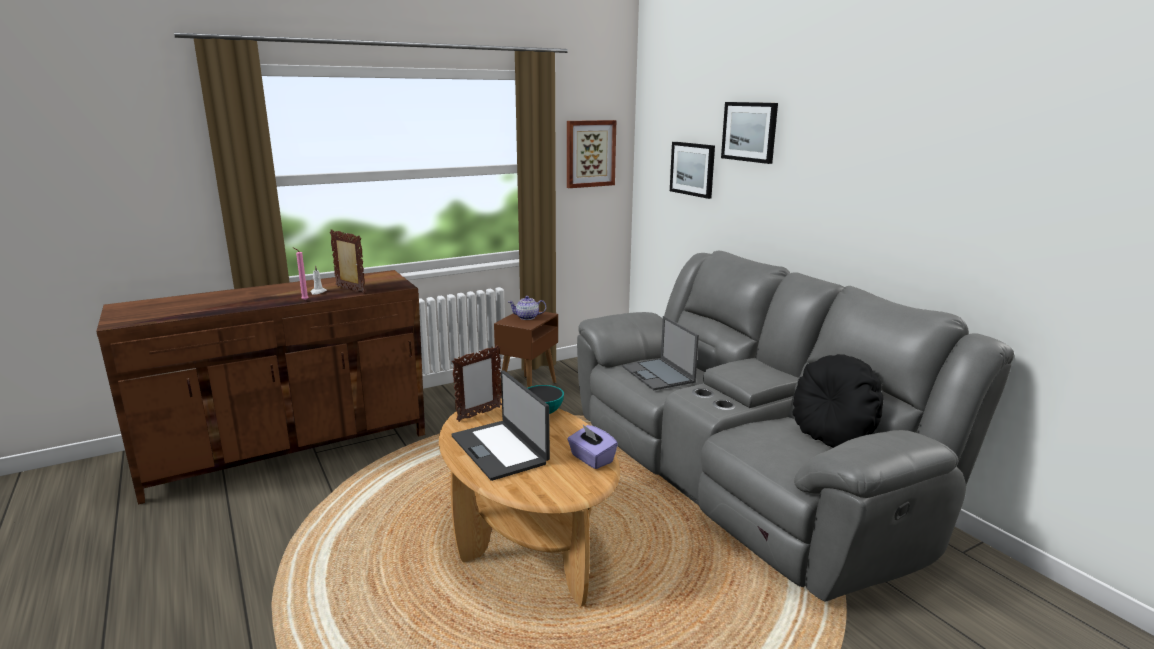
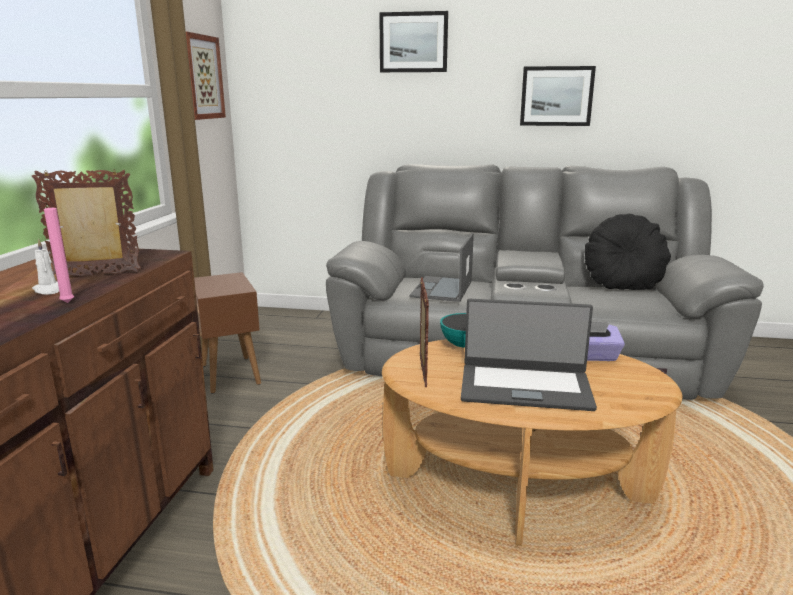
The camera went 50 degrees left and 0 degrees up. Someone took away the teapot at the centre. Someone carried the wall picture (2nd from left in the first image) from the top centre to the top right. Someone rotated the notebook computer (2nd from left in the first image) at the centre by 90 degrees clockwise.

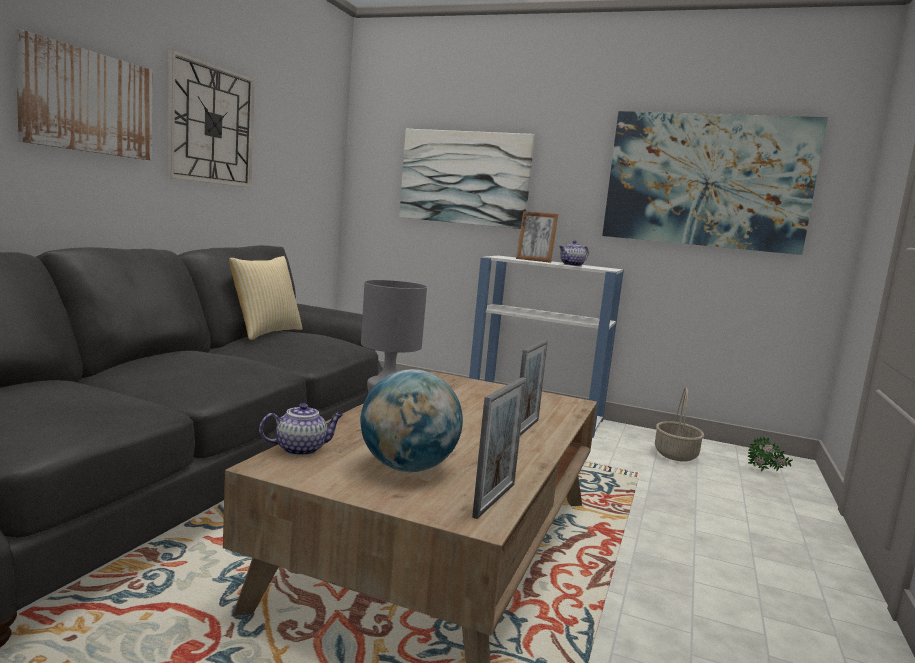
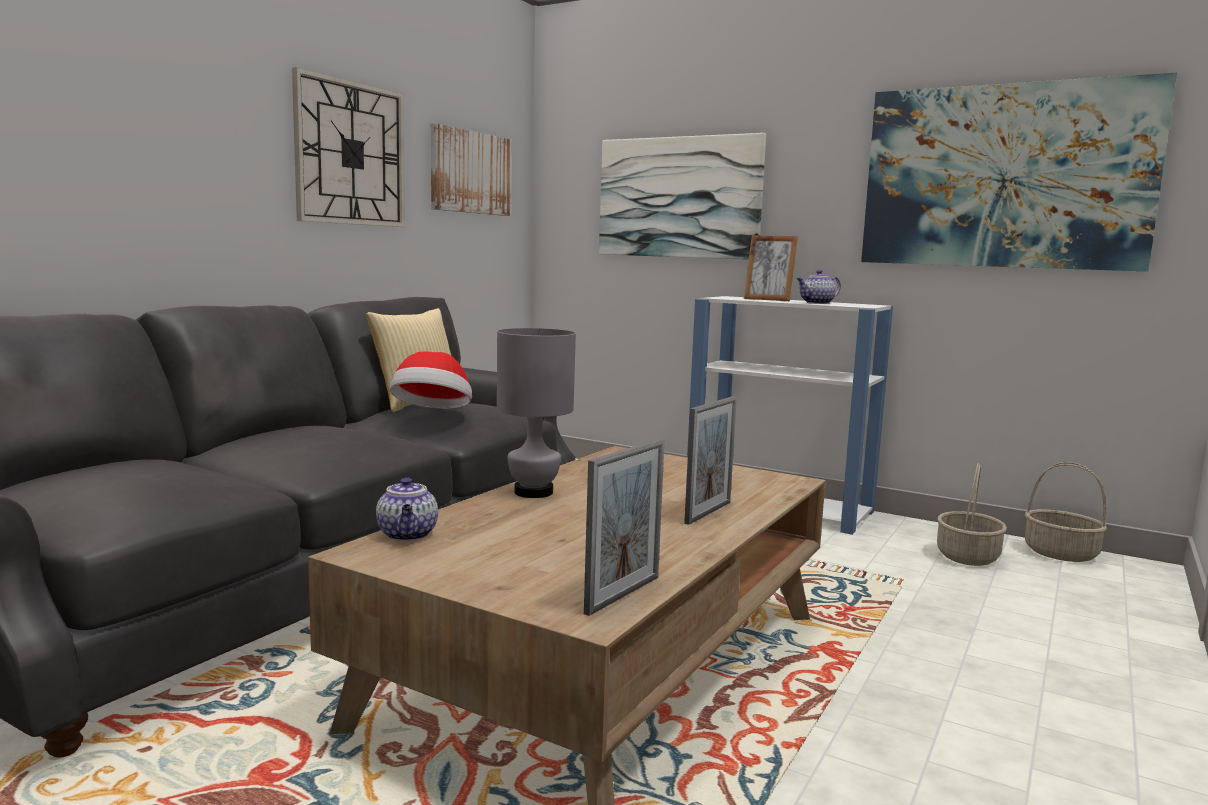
The camera went 10 degrees right and 0 degrees up. Someone took away the globe at the centre. Someone took away the potted plant at the bottom right. Someone put down the hat at the centre. Someone put down the storage basket (2nd from left) at the middle right. Someone carried the wall picture (1st from left) from the top left to the top centre. Someone rotated the teapot (1st from left) at the middle left by 90 degrees clockwise.

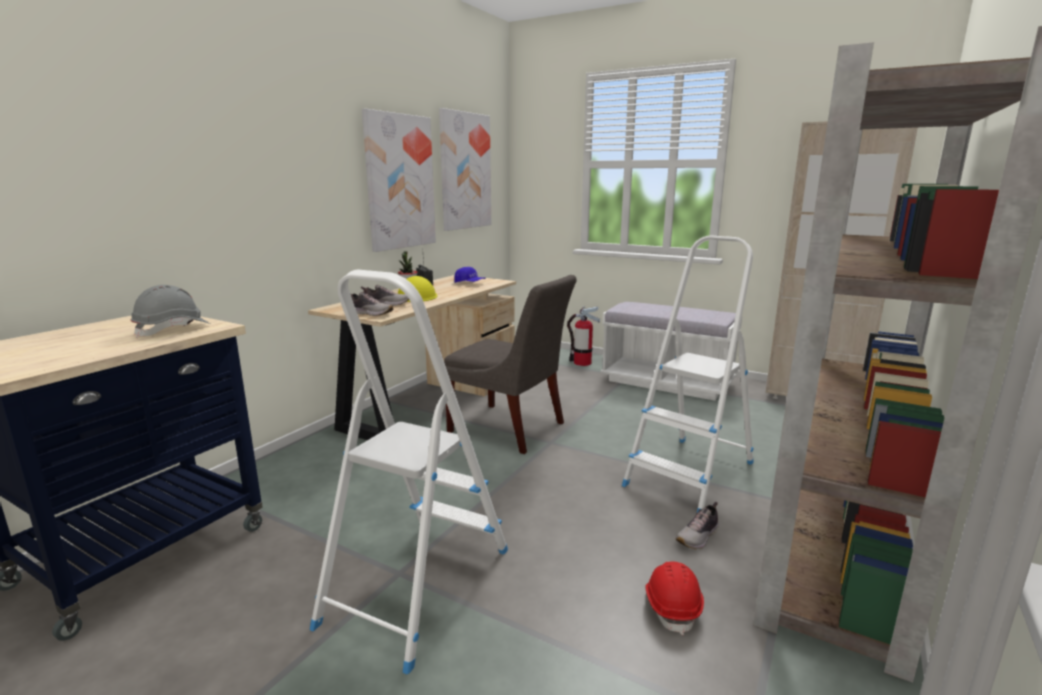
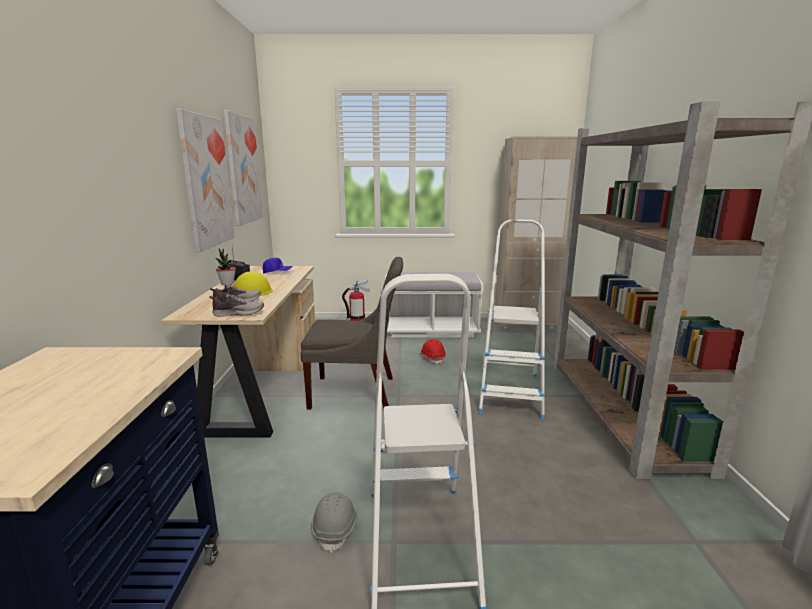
The camera went 30 degrees left and 0 degrees up. Someone took away the item of footwear (3rd from left) at the bottom right. Someone carried the gray hard hat from the middle left to the bottom centre. Someone carried the reddish hard hat from the bottom centre to the centre.

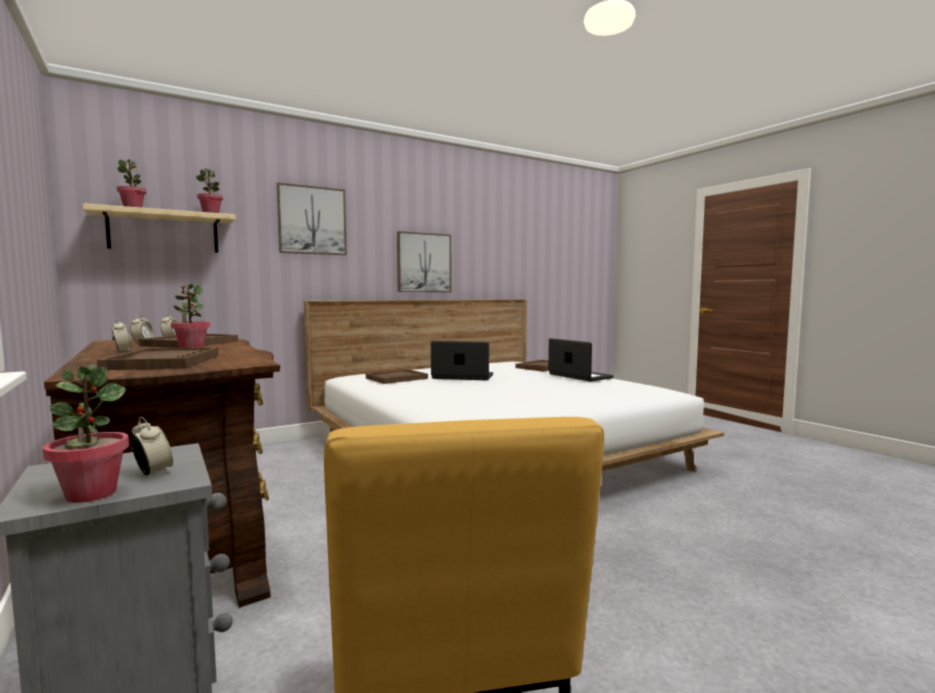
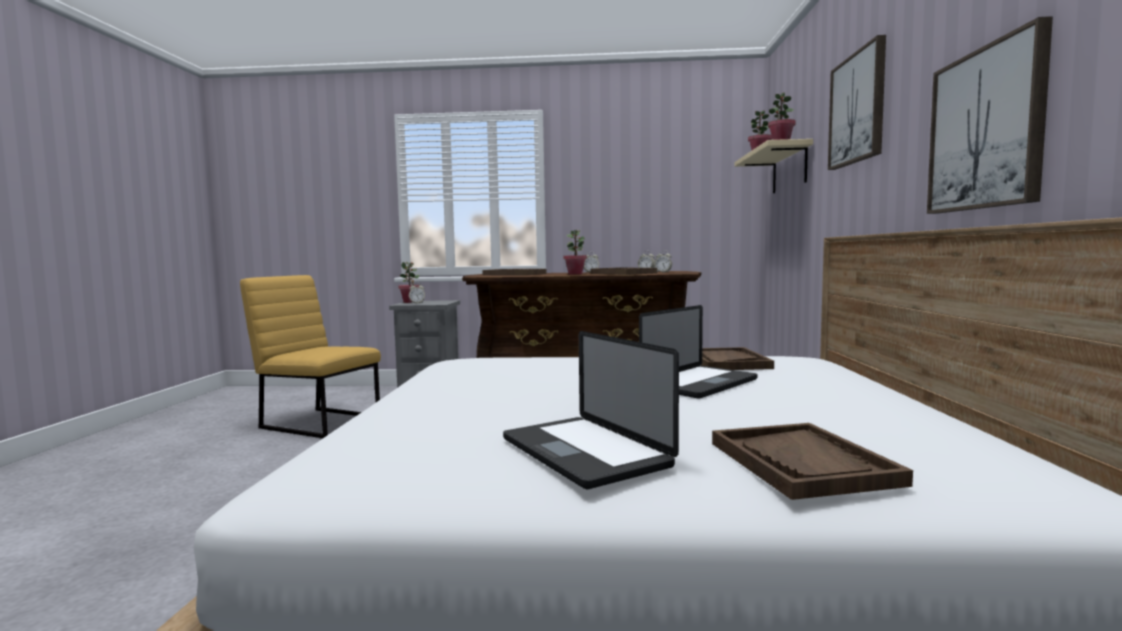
The camera went 125 degrees right and 0 degrees up. Someone rotated the notebook computer (2nd from left in the first image) at the centre by 60 degrees clockwise.

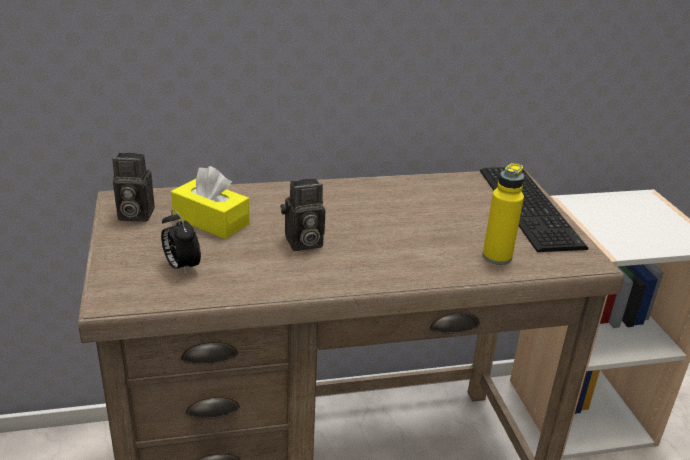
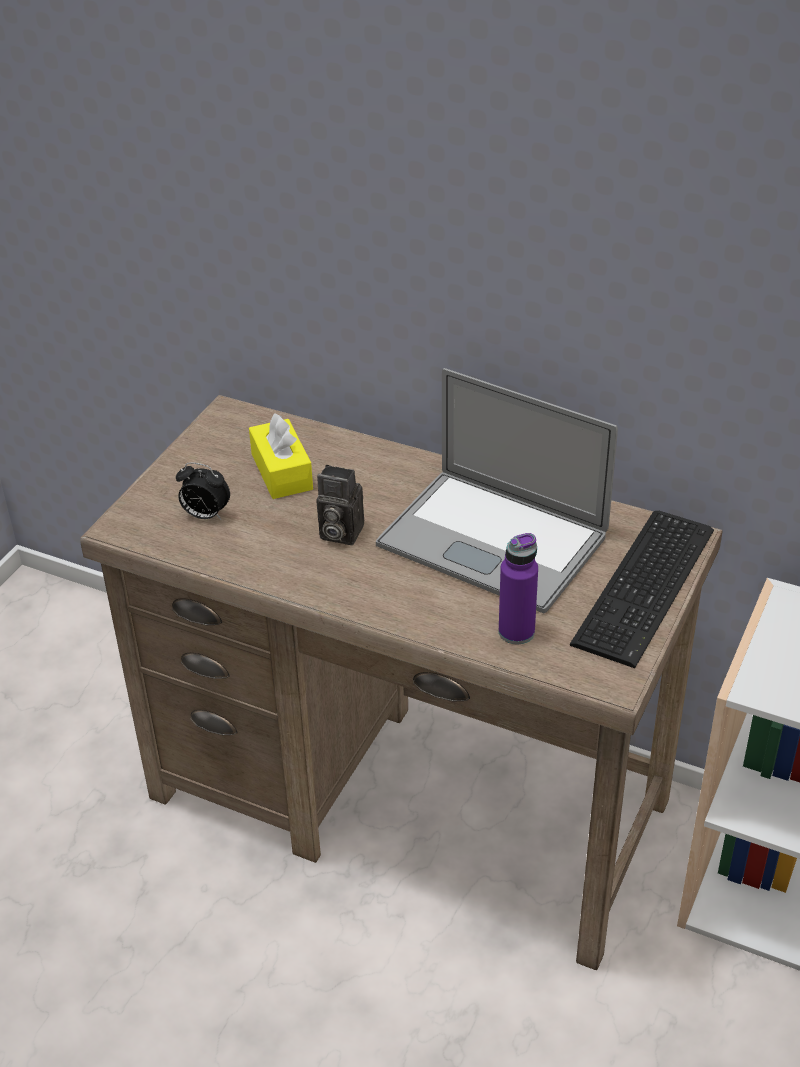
The camera went 40 degrees right and 10 degrees up. Someone took away the photo camera (1st from left) at the middle left. Someone put down the notebook computer at the centre. Someone repainted the yellow-coloured bottle at the middle right, which became the purple-coloured bottle at the centre. Someone rotated the bedside clock at the middle left by 75 degrees counterclockwise.

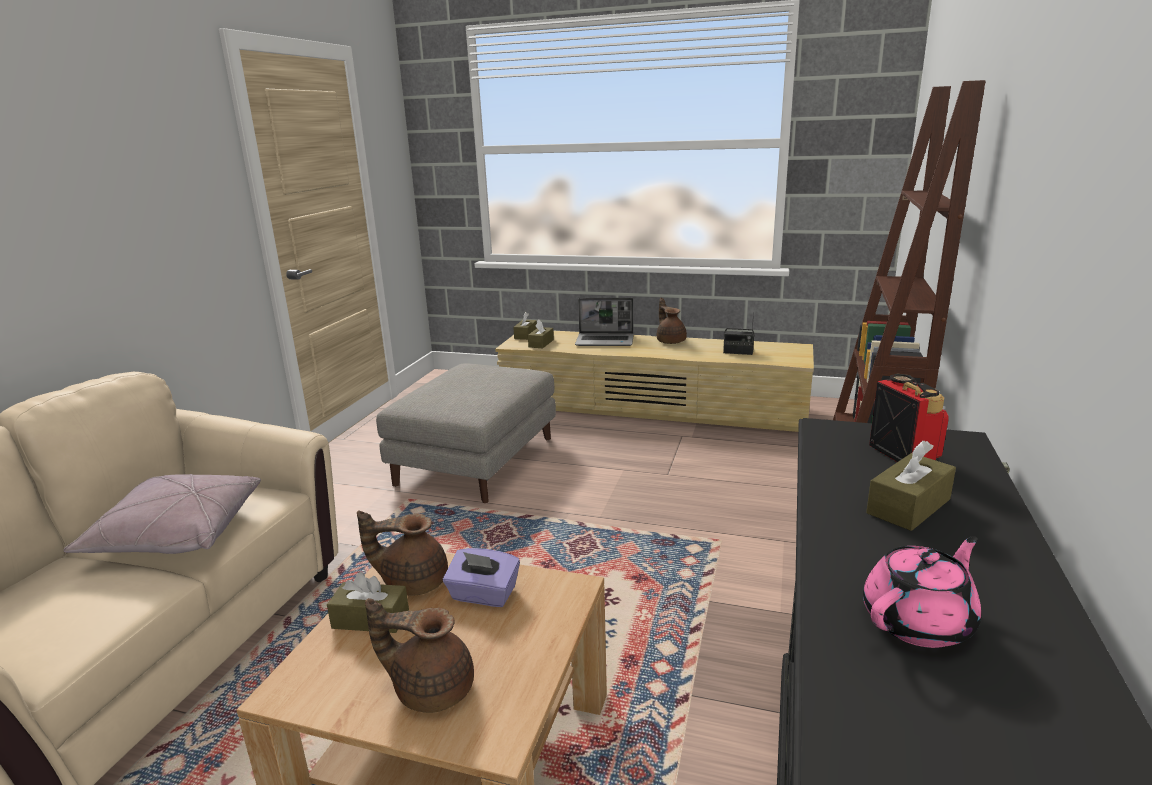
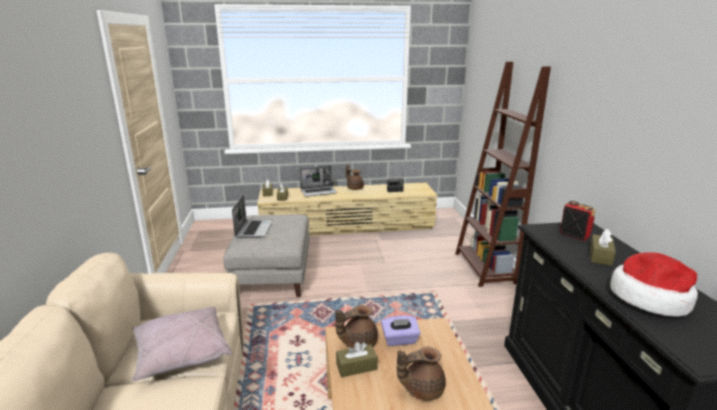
The camera went 25 degrees left and 0 degrees up. Someone put down the notebook computer (1st from left) at the centre. Someone swapped the pinkish teapot at the bottom right for the hat at the bottom right.

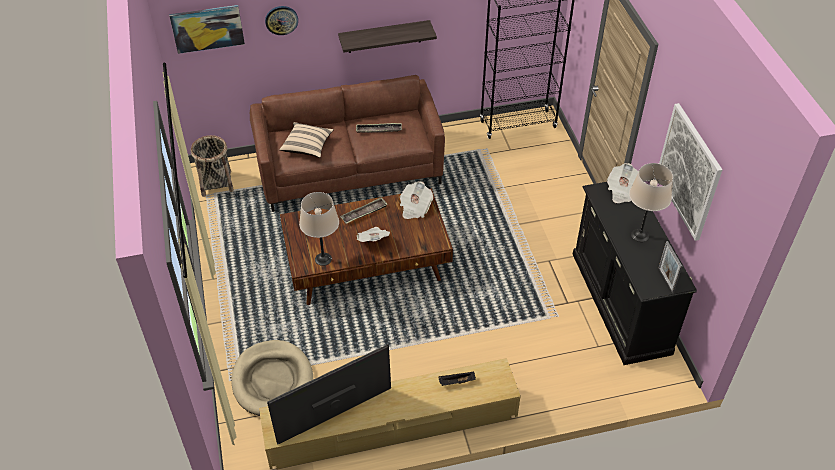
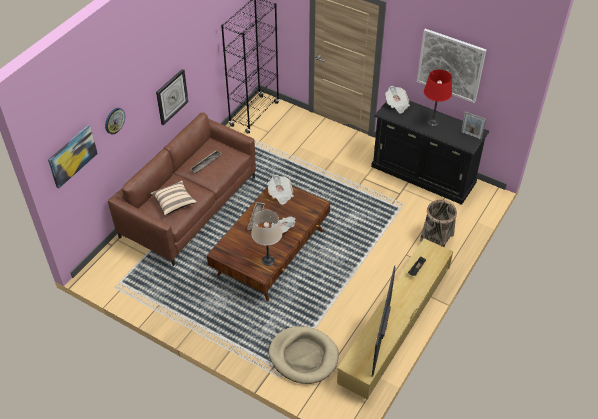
The camera went 45 degrees left and 0 degrees up. Someone carried the storage basket from the middle left to the middle right. Someone swapped the bracket shelf at the top centre for the wall clock (2nd from left) at the top left. Someone repainted the sand-coloured lamp for a table (2nd from left) at the middle right, which became the reddish lamp for a table at the top right.

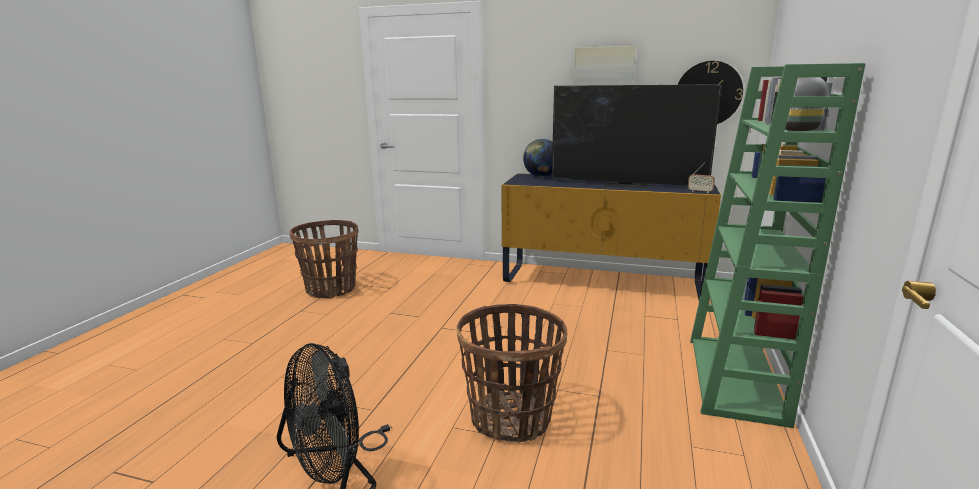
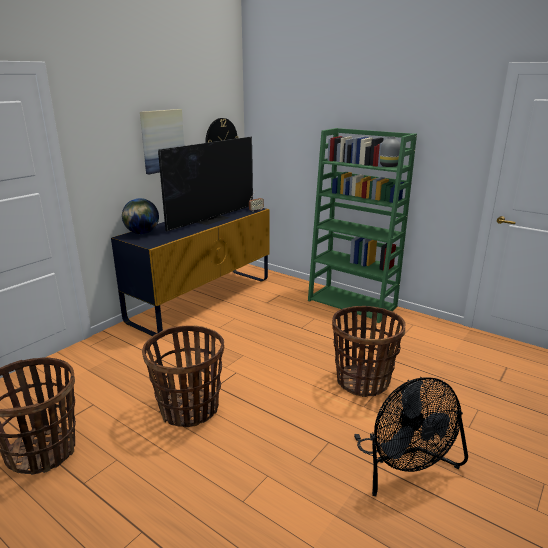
The camera went 70 degrees left and 5 degrees up. Someone put down the storage basket (2nd from left) at the bottom centre.

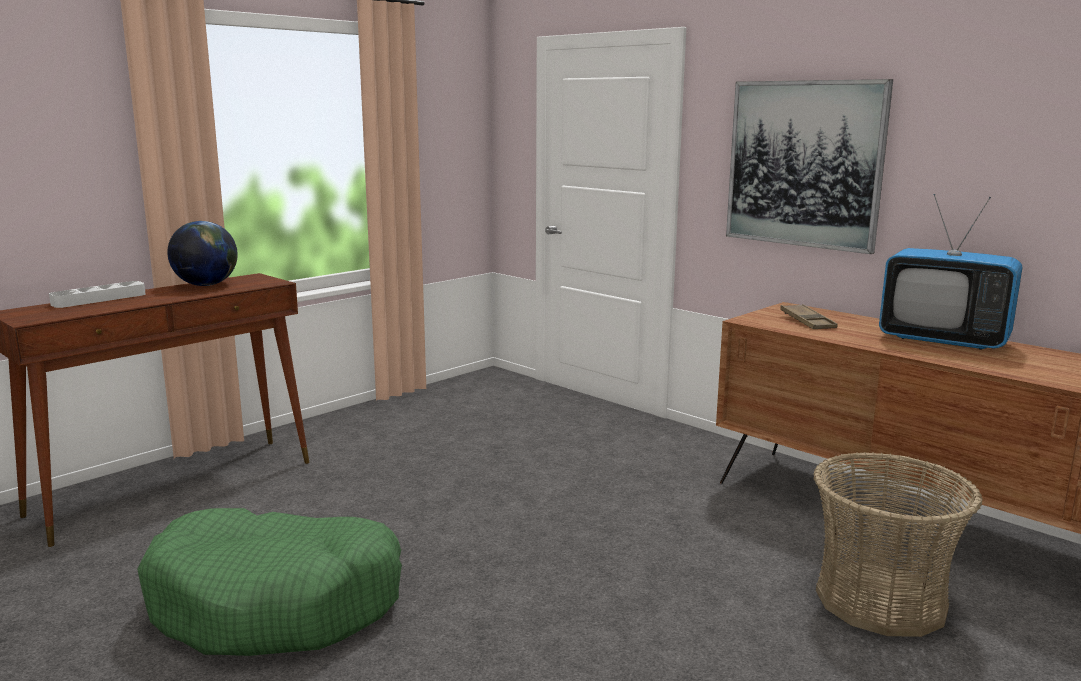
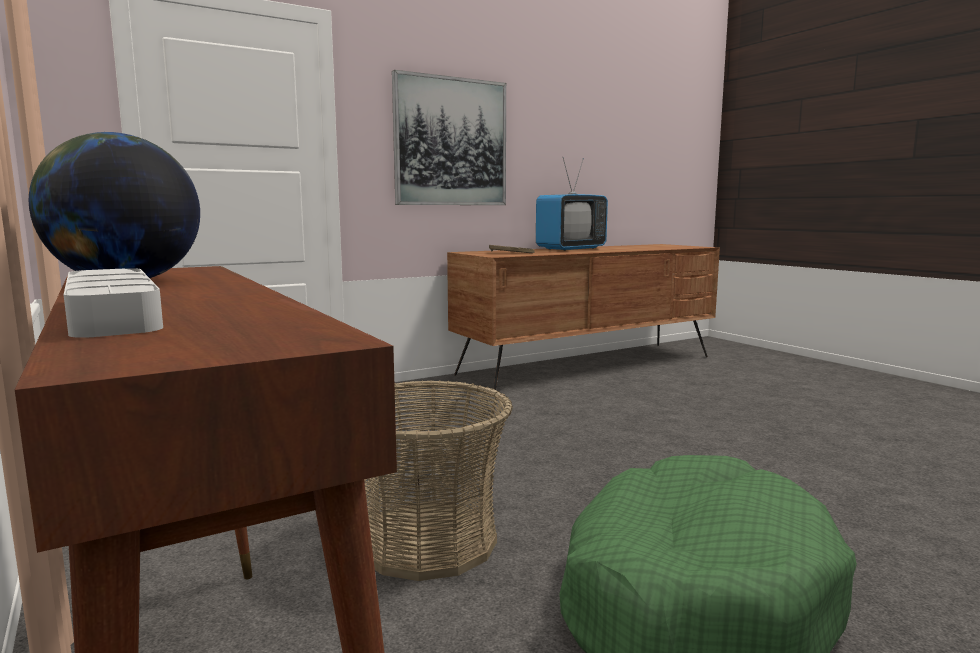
The camera went 75 degrees left and 5 degrees down. Someone carried the storage basket from the bottom right to the bottom centre.

